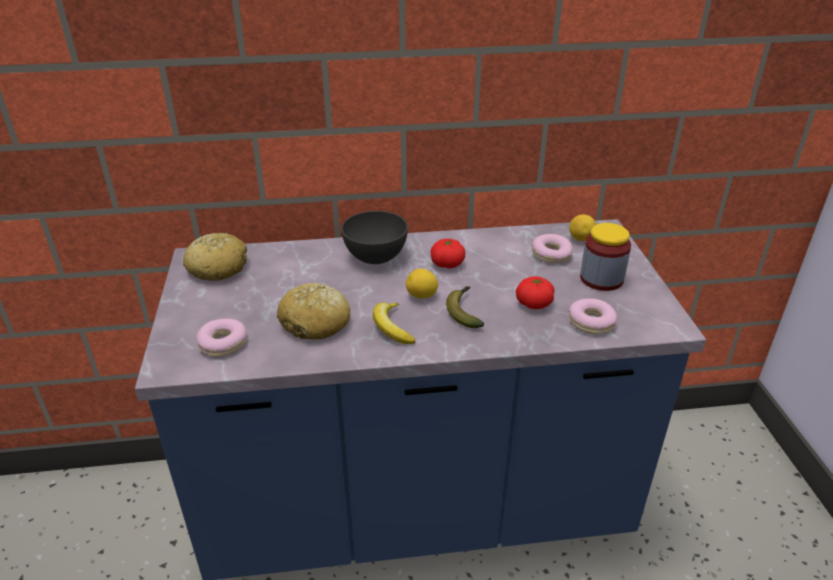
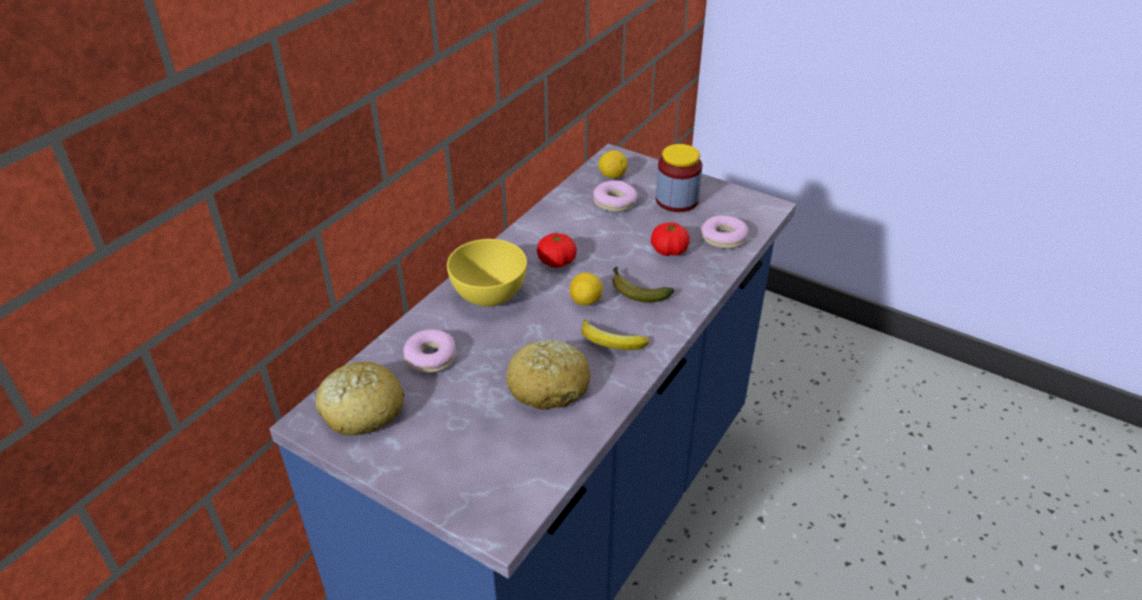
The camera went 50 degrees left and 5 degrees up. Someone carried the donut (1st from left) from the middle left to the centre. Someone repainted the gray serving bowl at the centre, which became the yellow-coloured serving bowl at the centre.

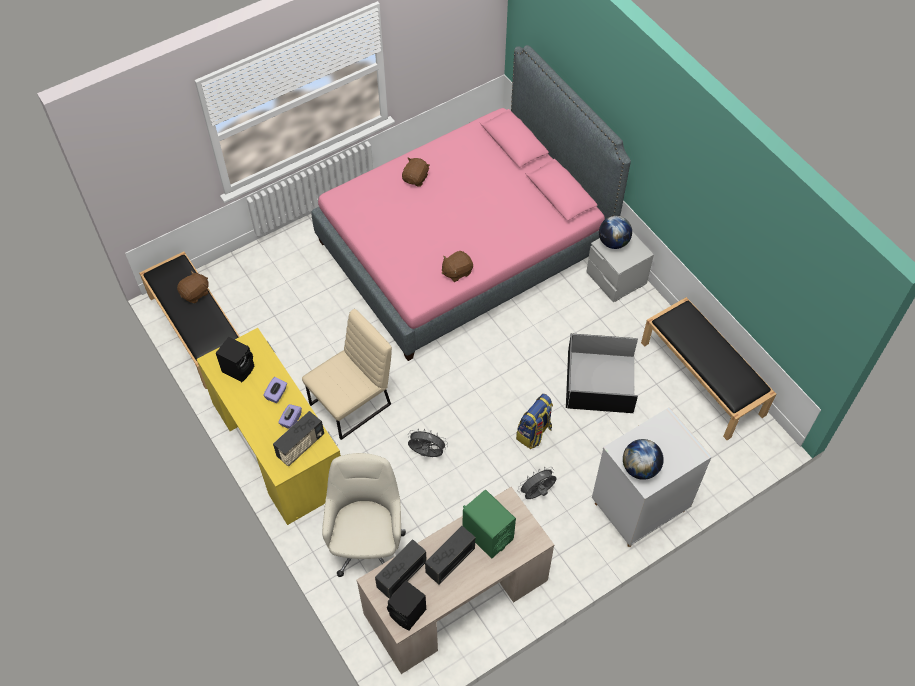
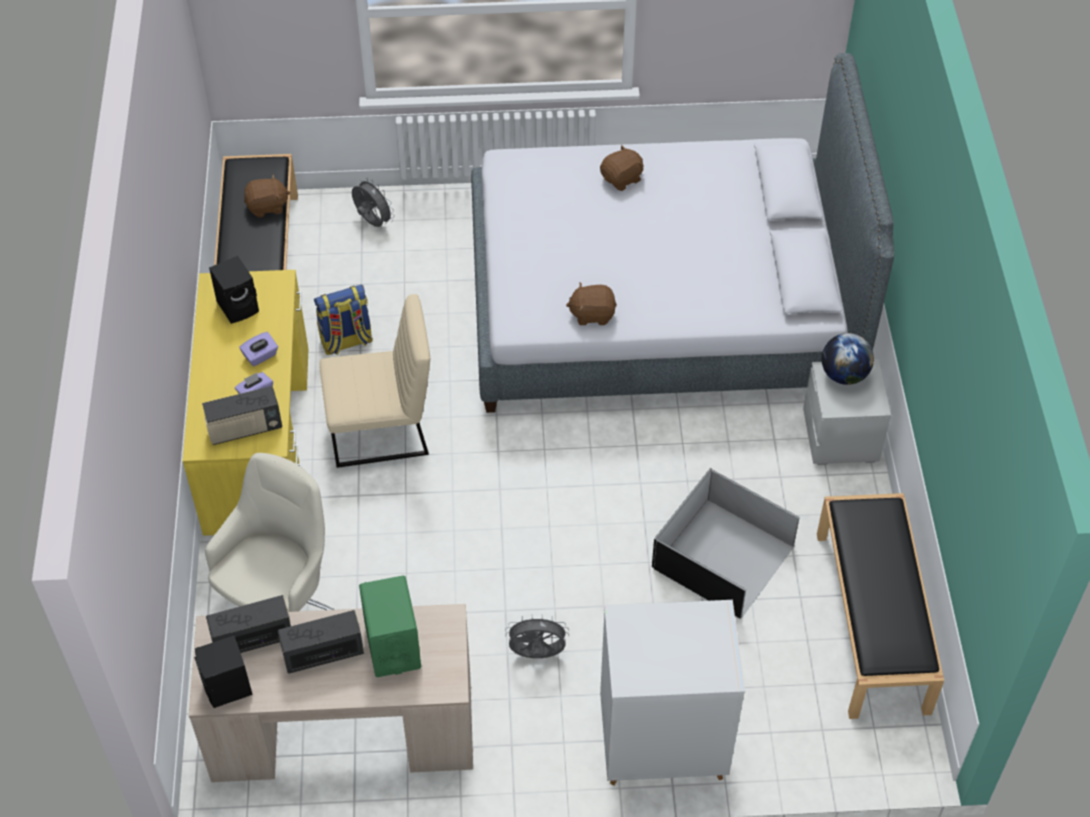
The camera went 30 degrees right and 5 degrees down. Someone took away the globe (2nd from left) at the bottom right. Someone carried the gray cooling fan (1st from left) from the centre to the top centre. Someone carried the knapsack from the centre to the middle left. Someone repainted the pinkish bedroom bed at the top centre, which became the gray bedroom bed at the top centre.

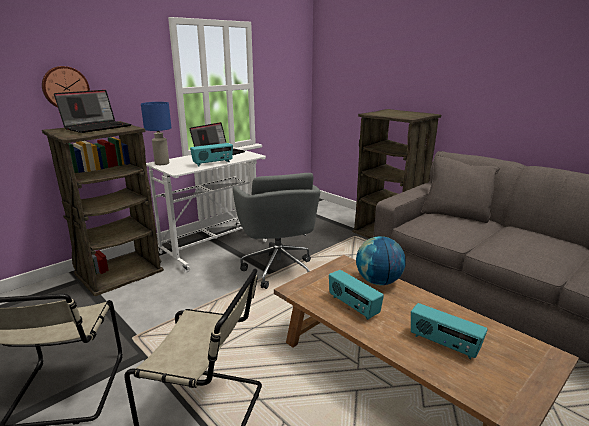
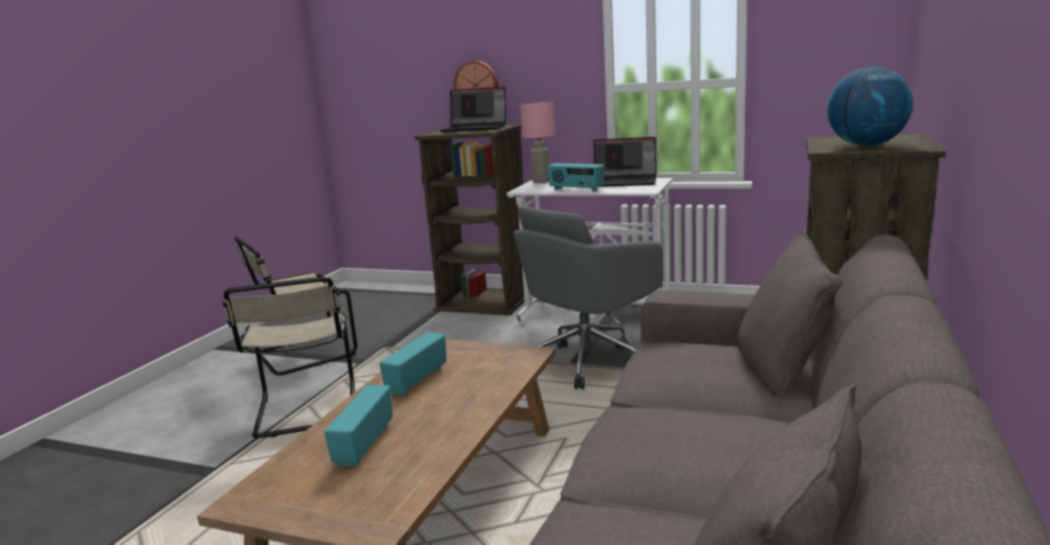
The camera went 65 degrees right and 5 degrees down. Someone carried the globe from the centre to the top right. Someone repainted the bluish lamp for a table at the top left, which became the pinkish lamp for a table at the top centre.

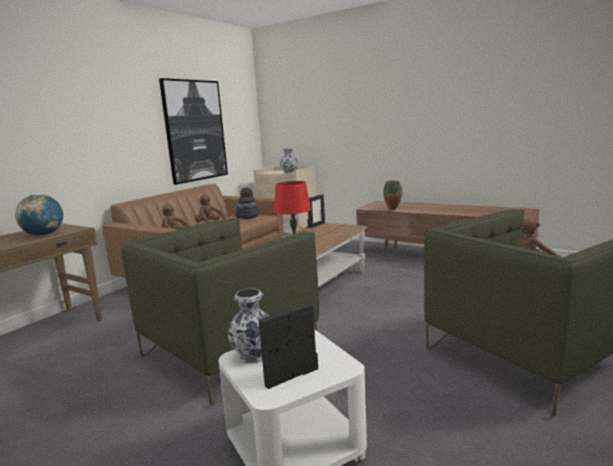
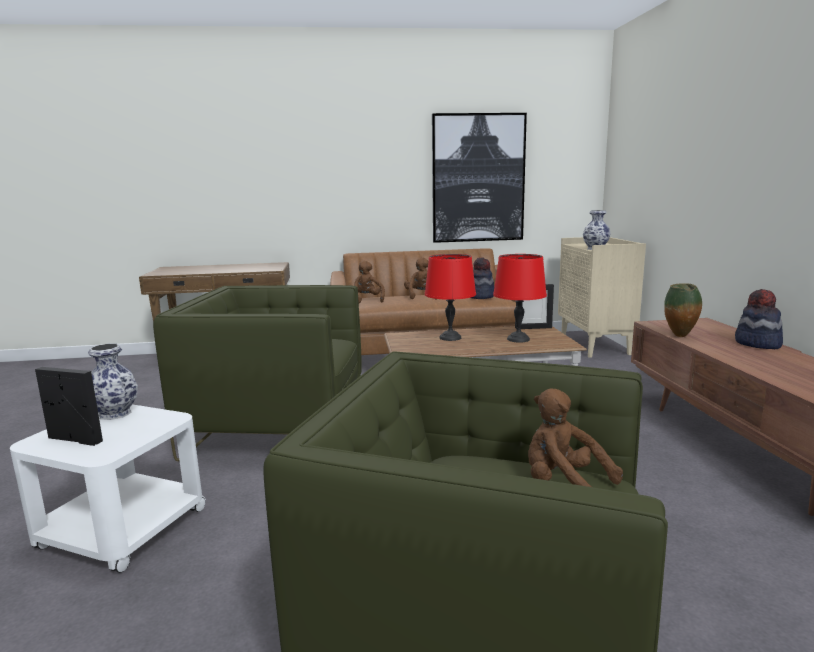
The camera went 50 degrees right and 0 degrees up. Someone took away the globe at the middle left. Someone put down the reddish lamp for a table (2nd from left) at the centre. Someone put down the hat (2nd from left) at the middle right.

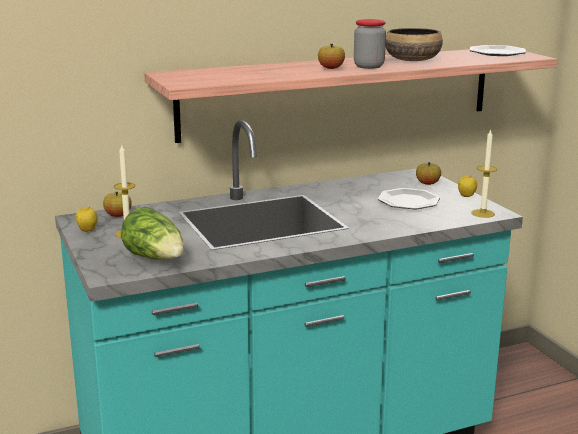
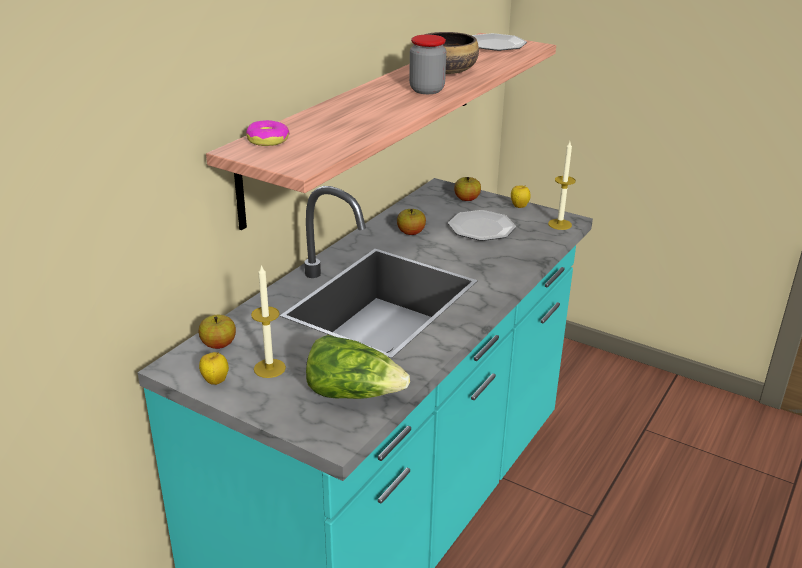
The camera went 35 degrees left and 10 degrees up. Someone put down the donut at the top centre. Someone carried the apple fruit (3rd from left) from the top centre to the centre.

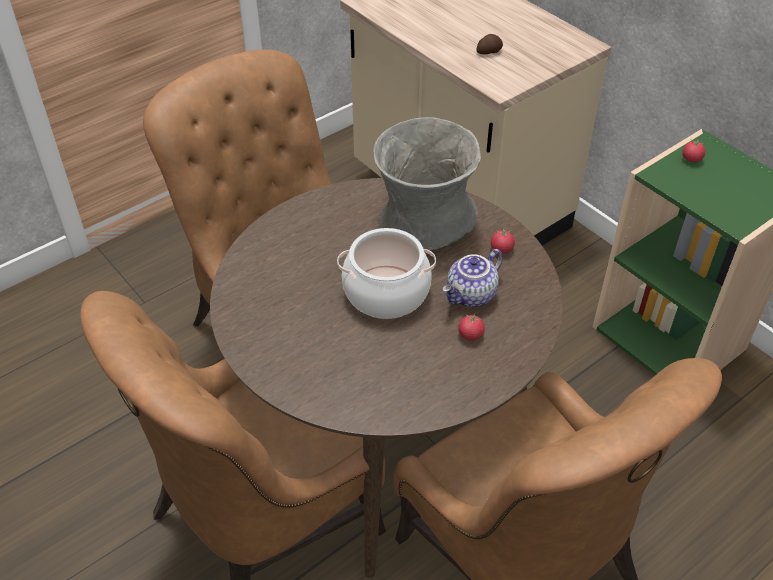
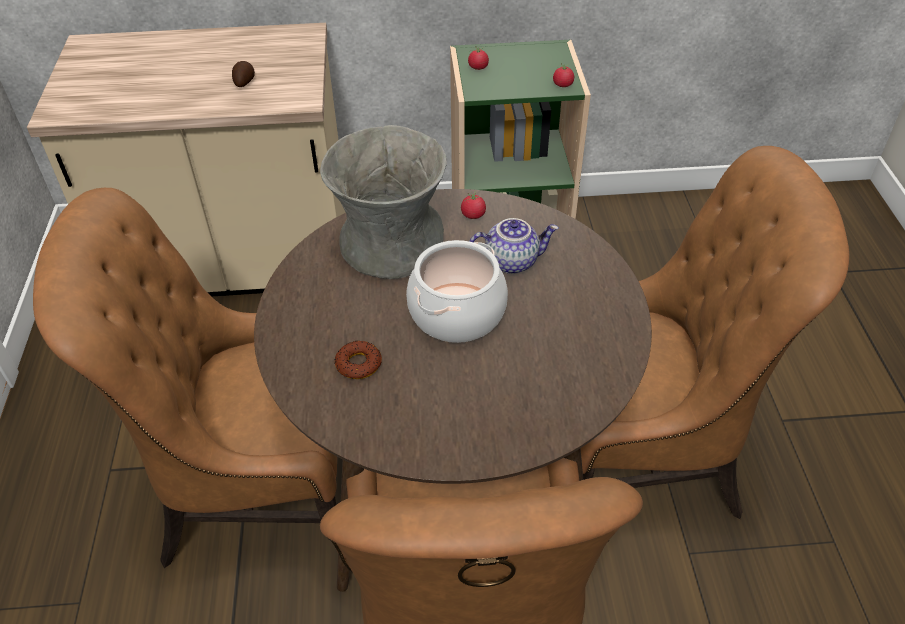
The camera went 55 degrees left and 0 degrees up. Someone put down the donut at the centre. Someone carried the tomato (1st from left in the first image) from the centre to the top centre. Someone rotated the teapot at the centre by 90 degrees counterclockwise.

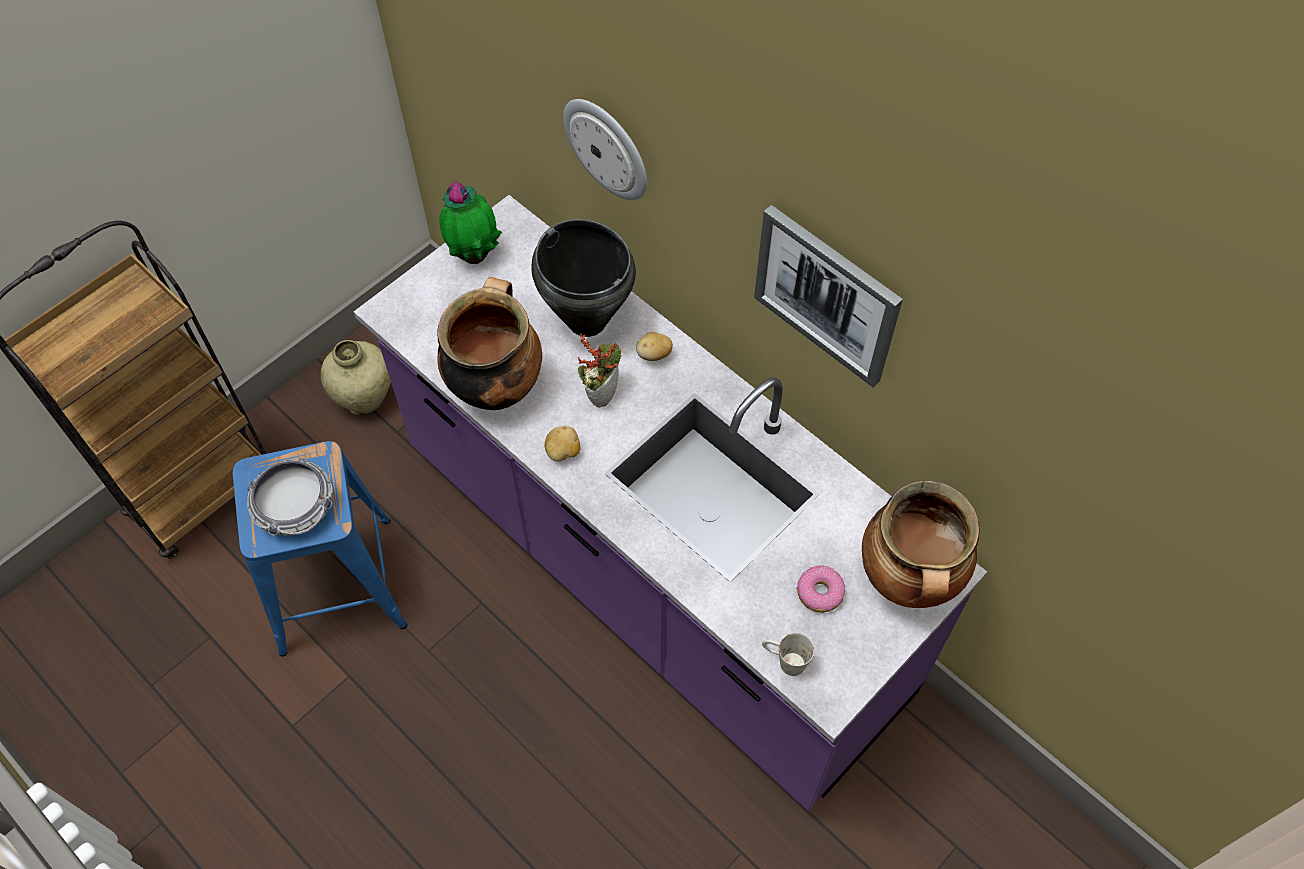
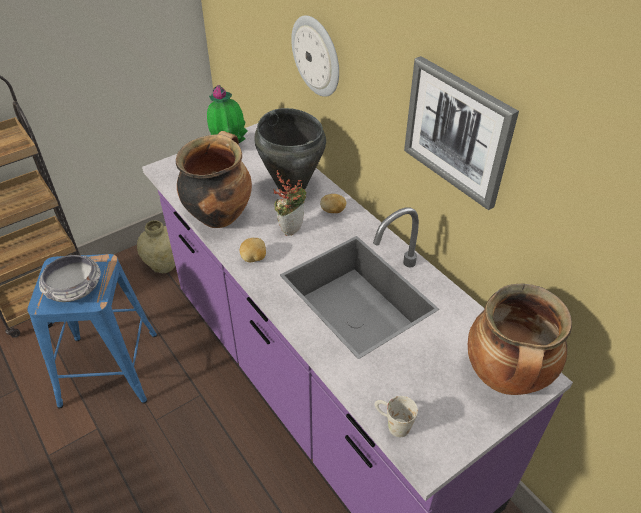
The camera went 10 degrees right and 15 degrees down. Someone took away the donut at the bottom centre.

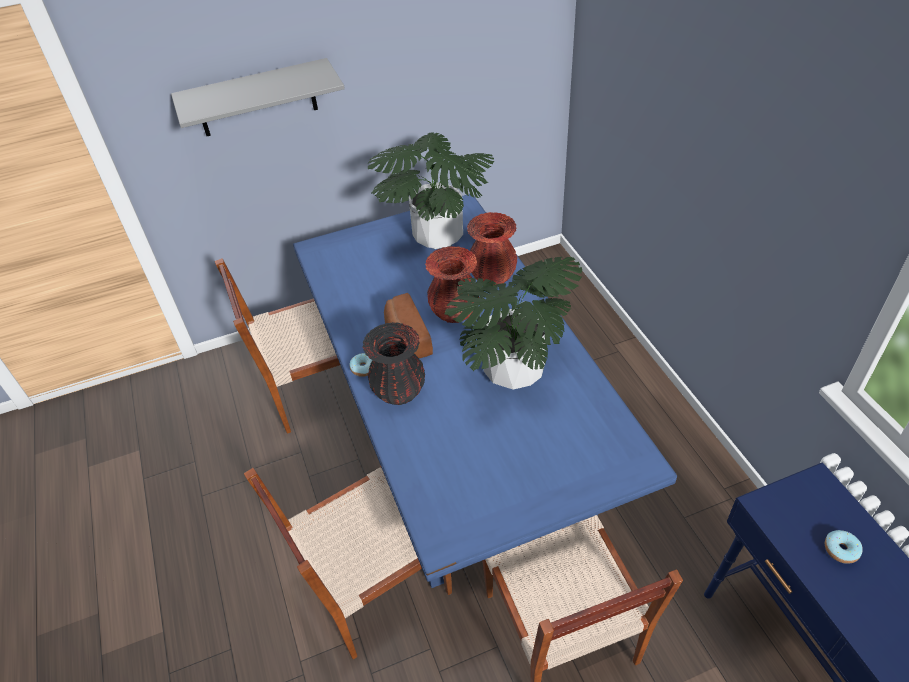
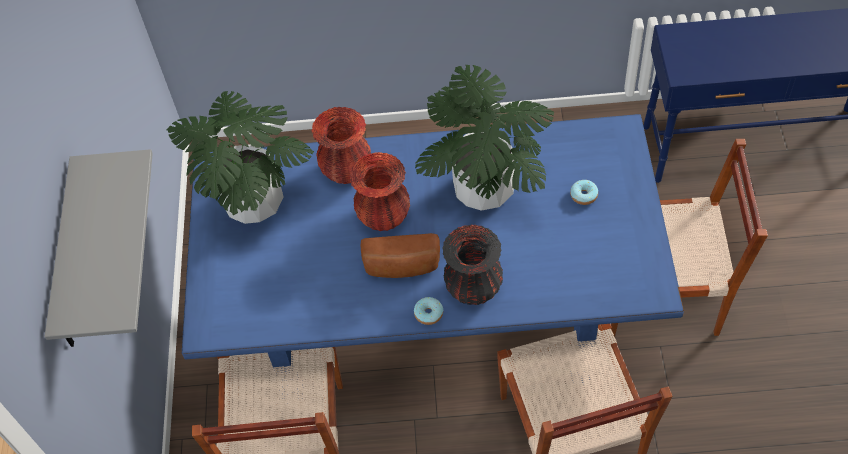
The camera went 70 degrees left and 10 degrees up. Someone carried the donut (2nd from left) from the bottom right to the middle right.

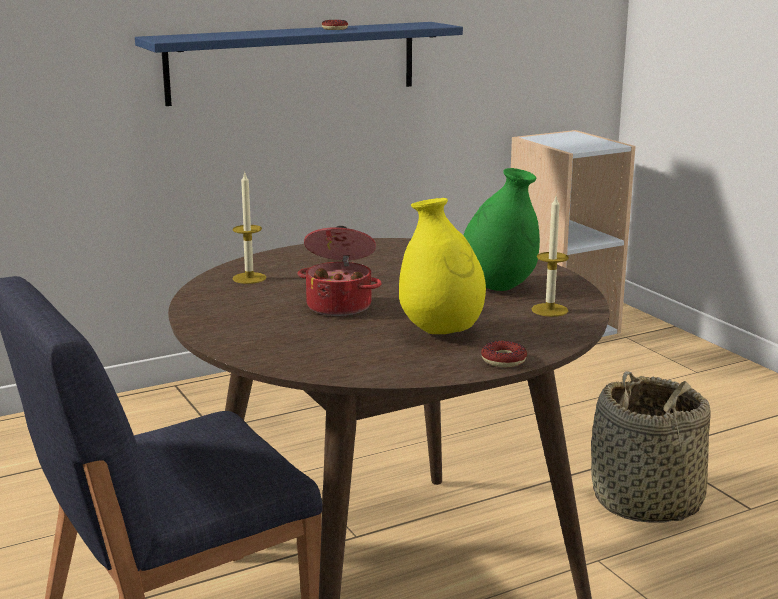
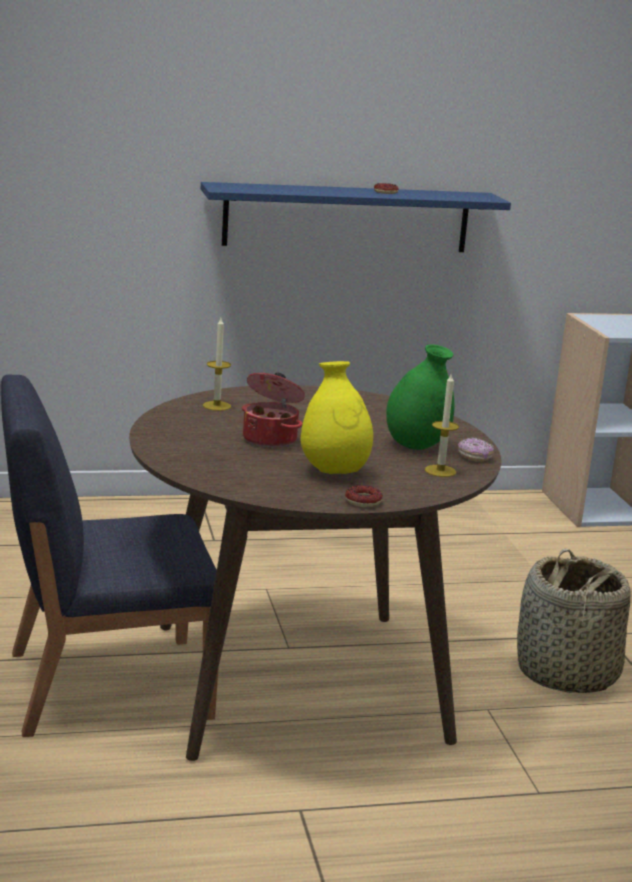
The camera went 15 degrees right and 0 degrees up. Someone put down the donut (3rd from left) at the middle right.

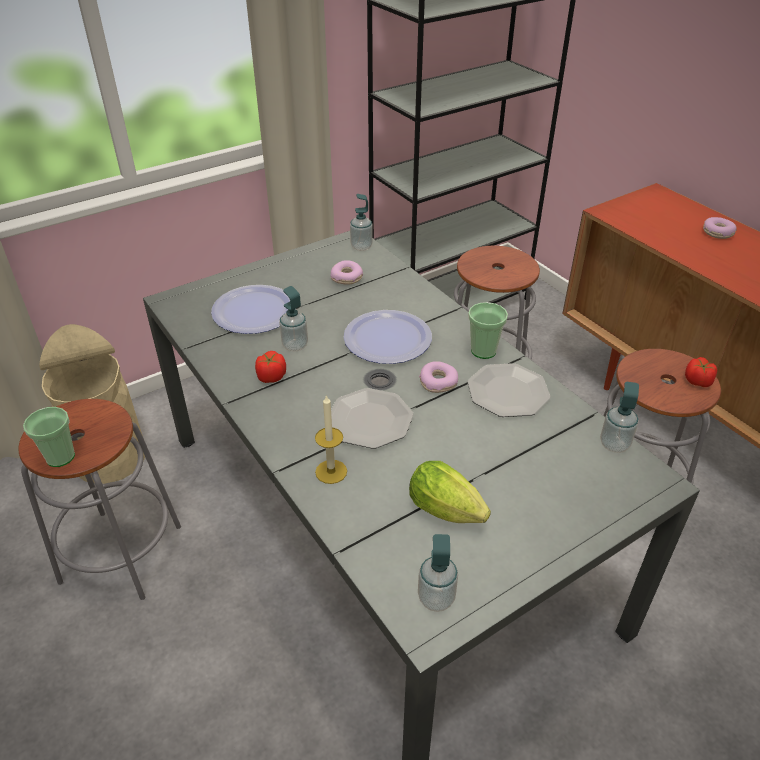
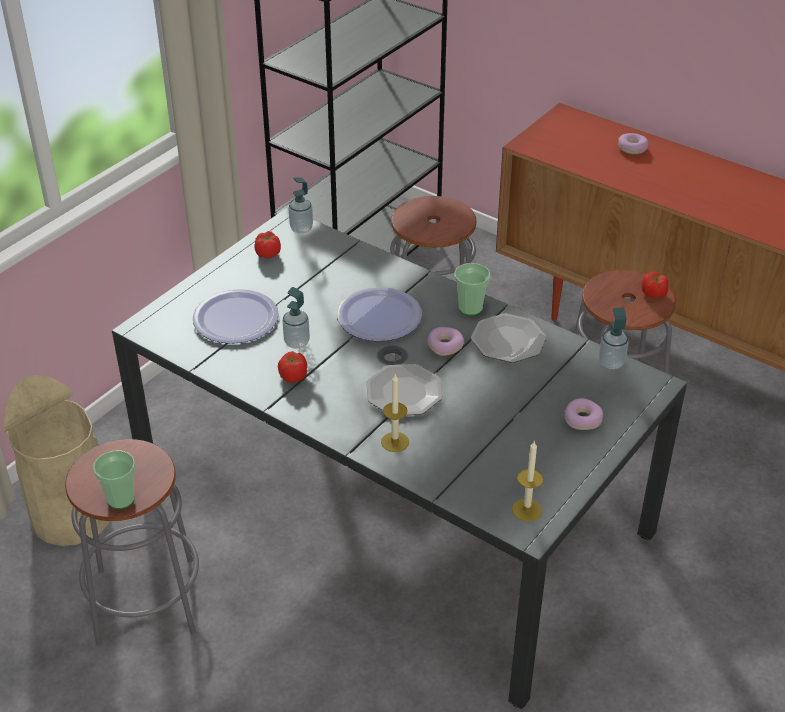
The camera went 20 degrees left and 0 degrees up. Someone took away the lettuce at the centre. Someone put down the tomato (1st from left) at the centre. Someone carried the donut (1st from left in the first image) from the centre to the middle right. Someone swapped the soap dispenser (3rd from left) at the bottom centre for the candle (2nd from left) at the bottom right.

